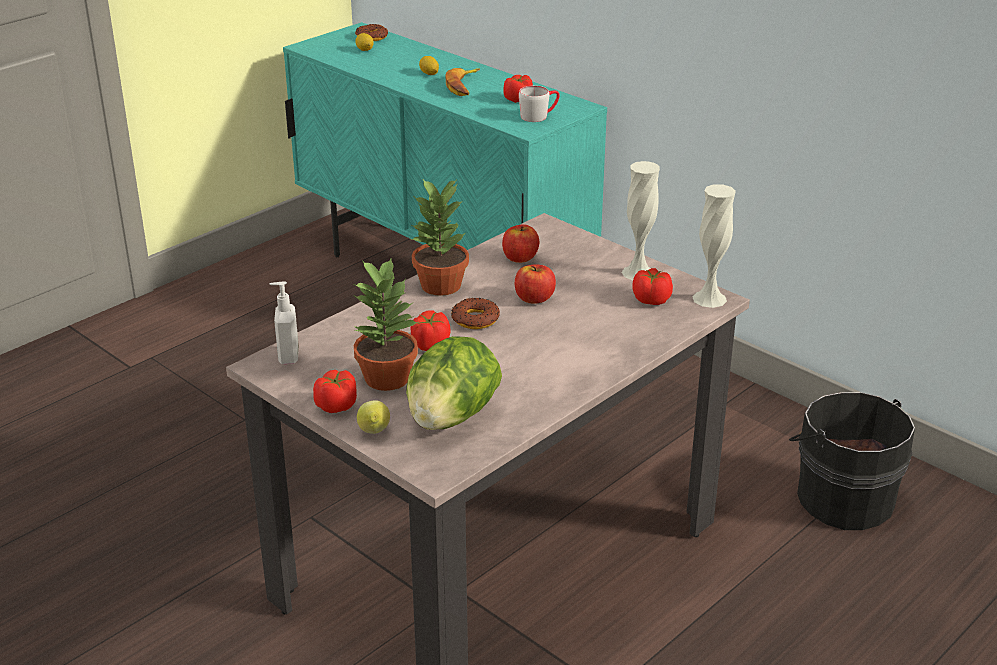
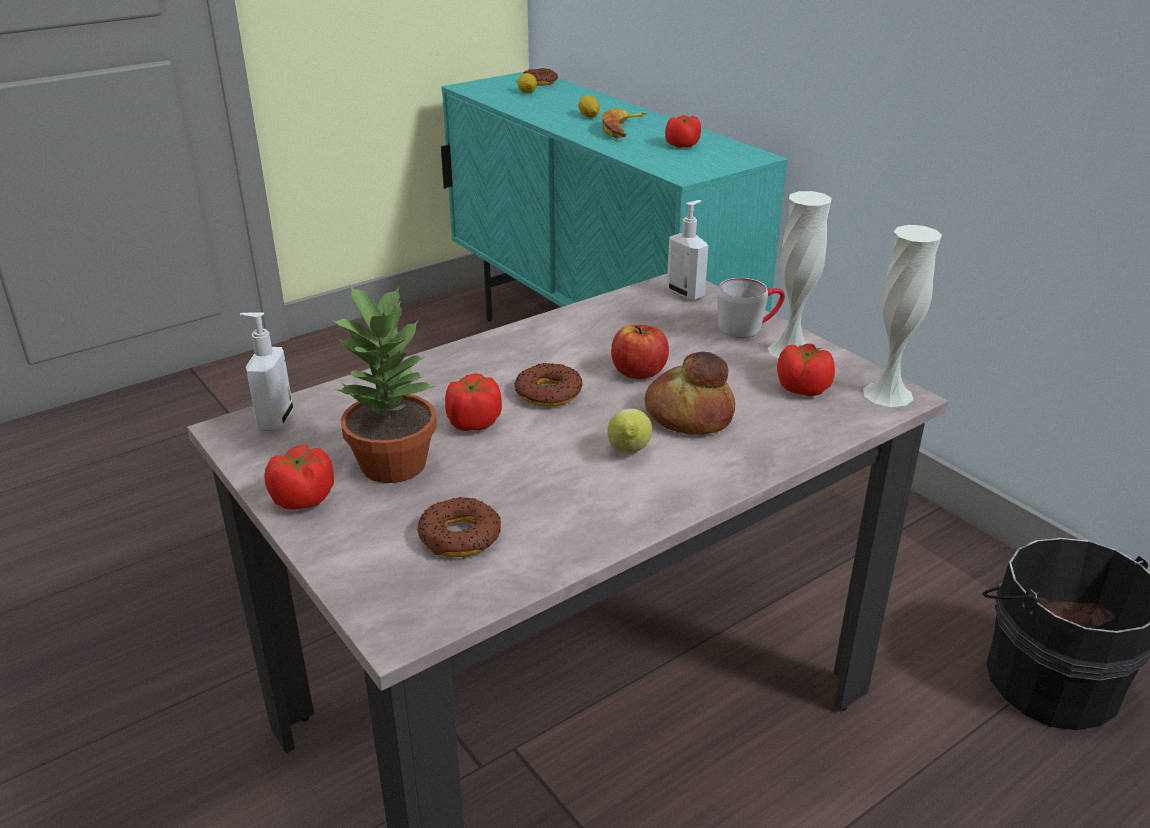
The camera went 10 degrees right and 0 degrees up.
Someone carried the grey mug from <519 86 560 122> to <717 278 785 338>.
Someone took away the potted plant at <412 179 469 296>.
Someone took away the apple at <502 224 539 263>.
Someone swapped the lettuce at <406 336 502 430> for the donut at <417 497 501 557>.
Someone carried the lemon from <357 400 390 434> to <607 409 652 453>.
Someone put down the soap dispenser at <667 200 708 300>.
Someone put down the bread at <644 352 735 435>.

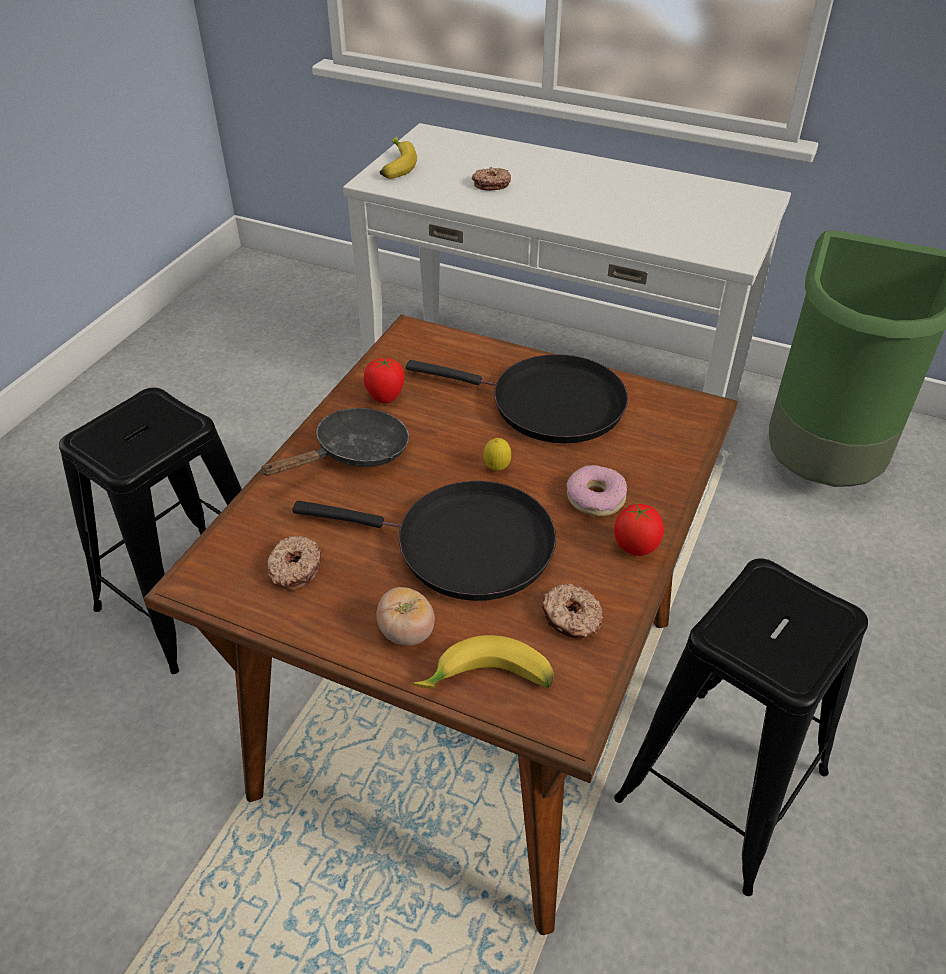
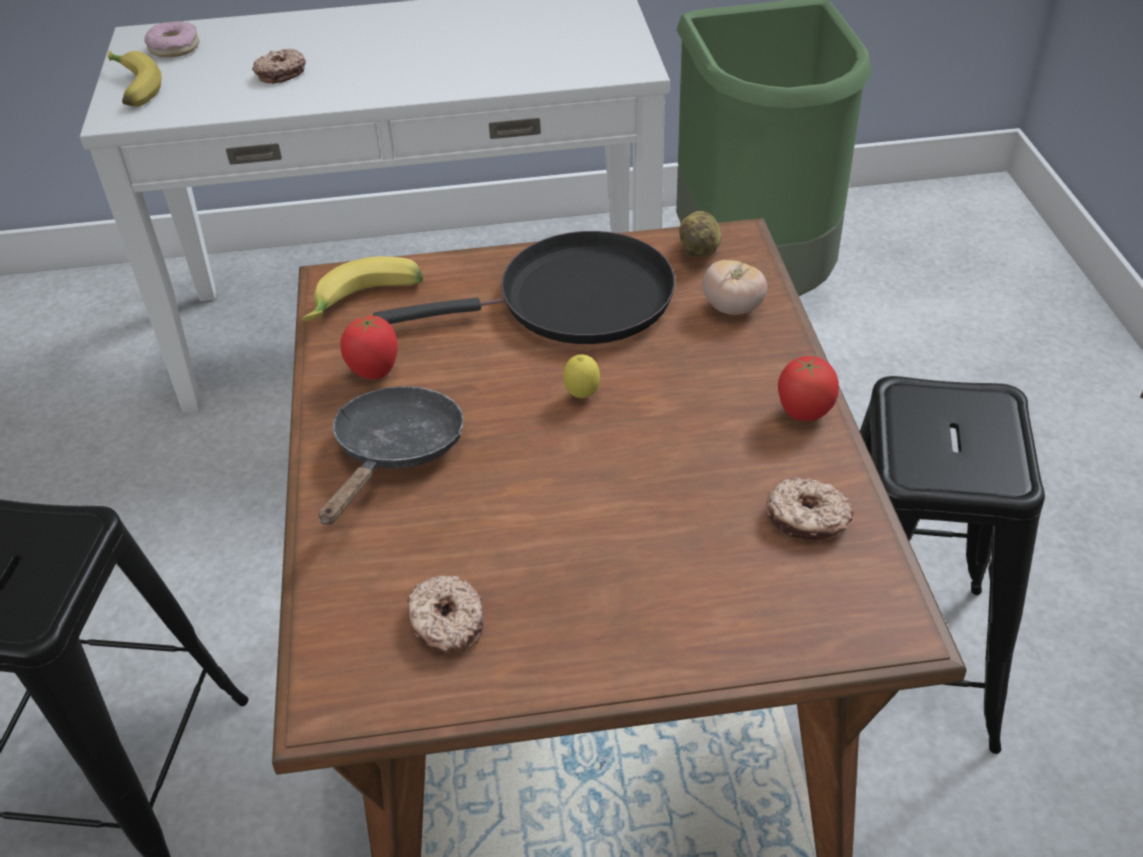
The camera went 30 degrees left and 0 degrees up.
Someone carried the donut from <567 465 627 517> to <144 21 199 57>.
Someone took away the black frying pan at <292 481 556 601>.
Someone carried the tomato from <376 587 435 646> to <702 260 767 315>.
Someone carried the banana from <412 635 554 688> to <302 256 423 321>.
Someone put down the potato at <679 211 722 258>.

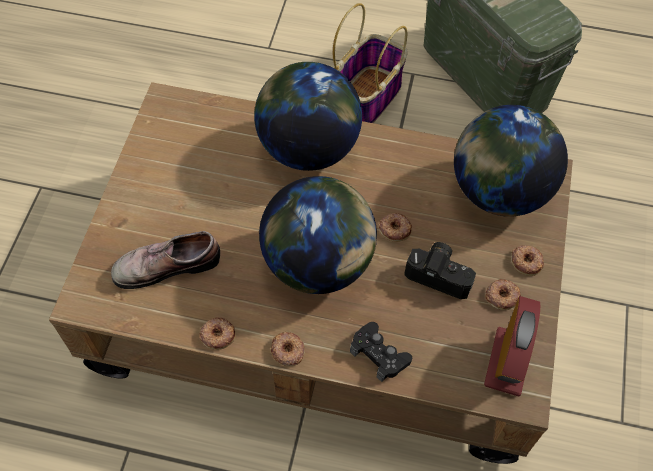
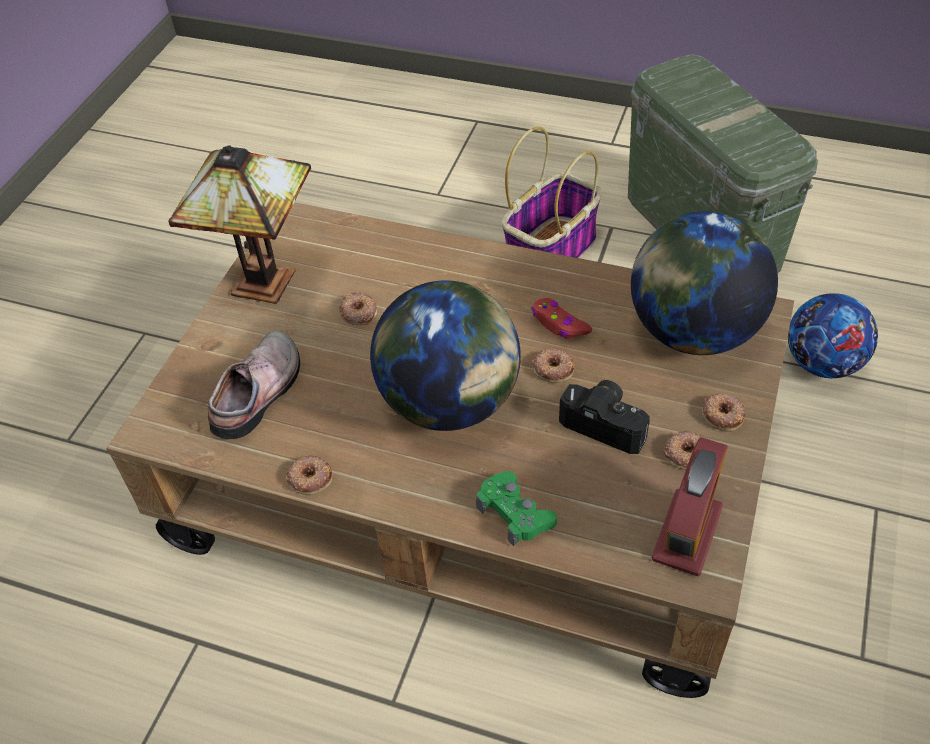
The camera went 10 degrees right and 10 degrees down.
Someone took away the globe at <254 62 362 171>.
Someone rotated the shoe at <111 231 220 289> by 120 degrees clockwise.
Someone repainted the black game controller at <350 322 412 382>, which became the green game controller at <476 471 557 546>.
Someone carried the donut from <271 332 305 366> to <339 291 377 325>.
Someone put down the table lamp at <168 145 311 304>.
Someone put down the football at <788 293 878 378>.
Someone put down the red game controller at <531 298 592 339>.

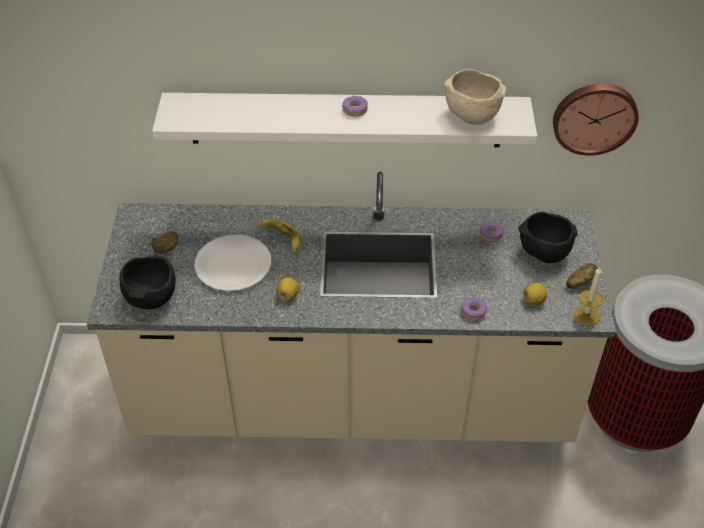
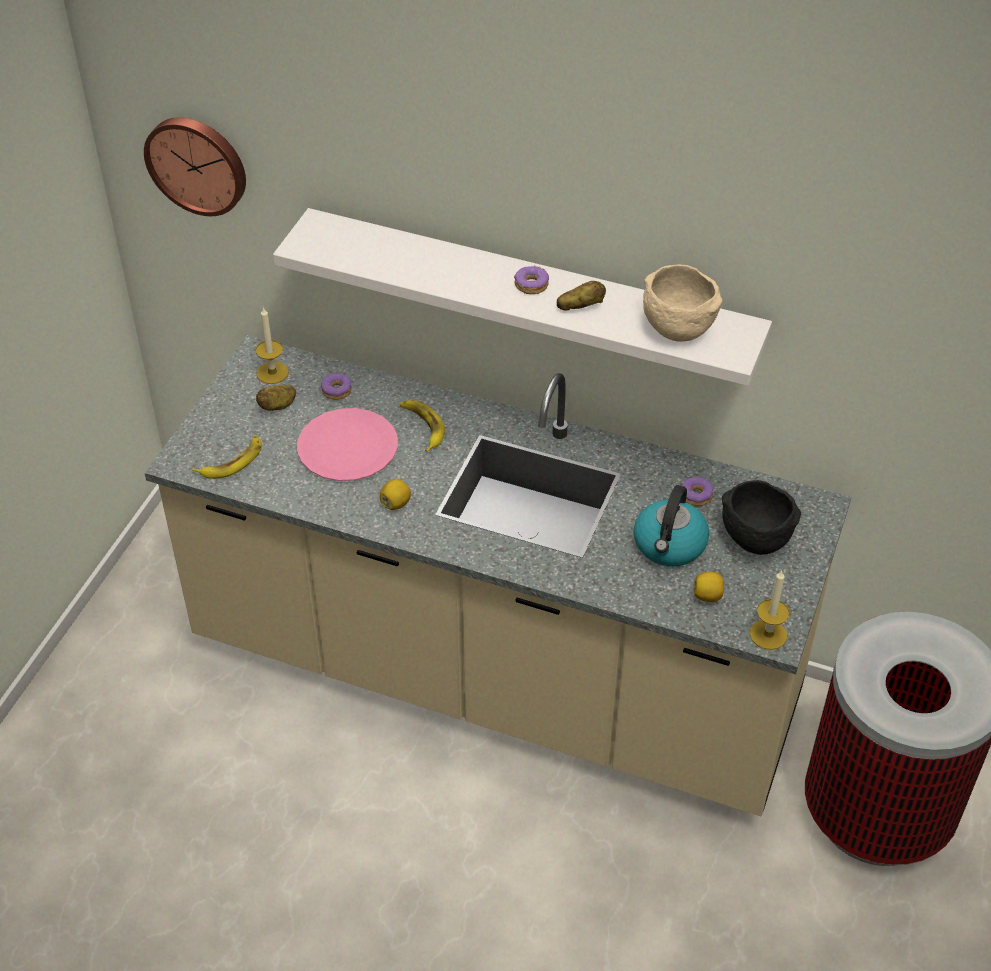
The camera went 20 degrees right and 0 degrees up.
Someone carried the wall clock from <553 84 639 156> to <144 117 246 216>.
Someone repainted the white plate at <195 234 271 291>, which became the pink plate at <297 408 398 481>.
Someone swapped the black bowl at <119 256 176 309> for the banana at <192 435 262 479>.
Someone carried the potato from <566 263 598 289> to <556 281 606 311>.
Someone carried the donut from <462 297 487 320> to <321 373 352 400>.
Someone put down the candle at <255 307 289 384>.
Someone put down the kettle at <634 485 709 566>.

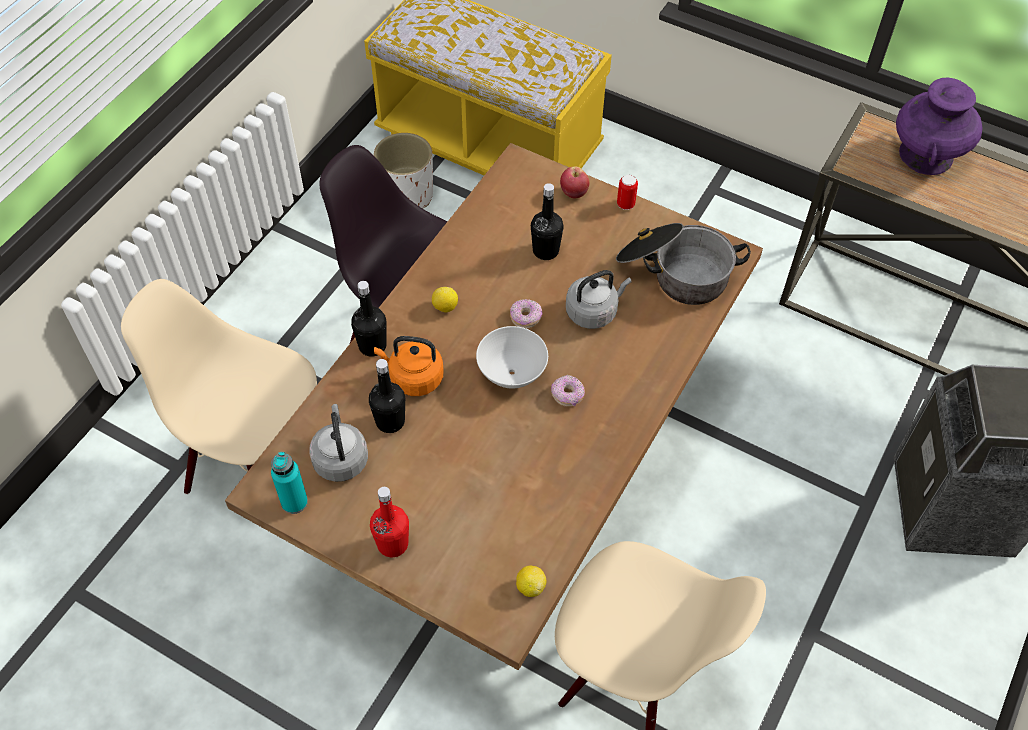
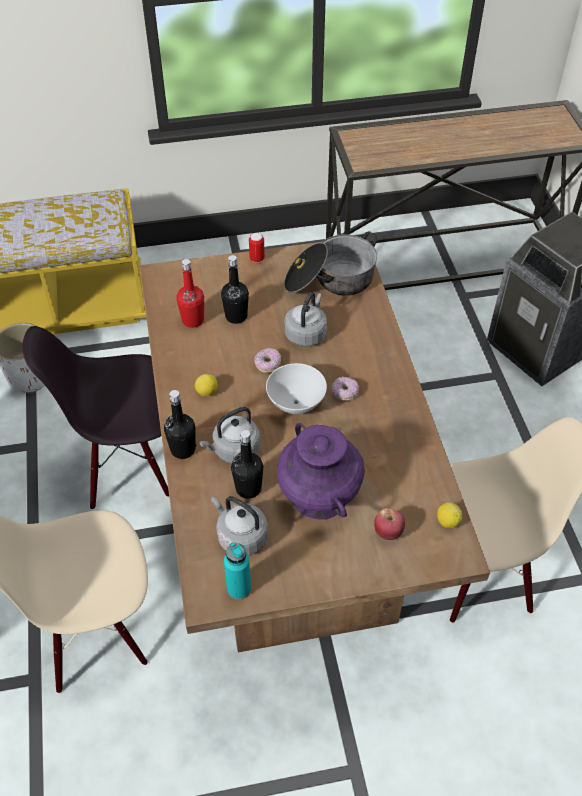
The camera went 40 degrees left and 5 degrees down.
Someone carried the purple vase from <896 77 983 175> to <277 423 365 520>.
Someone carried the apple from <560 166 589 199> to <374 508 405 540>.
Someone repainted the orange kettle at <374 336 444 396>, which became the grey kettle at <199 407 260 463>.
Someone carried the red bottle from <370 487 409 557> to <176 259 204 328>.

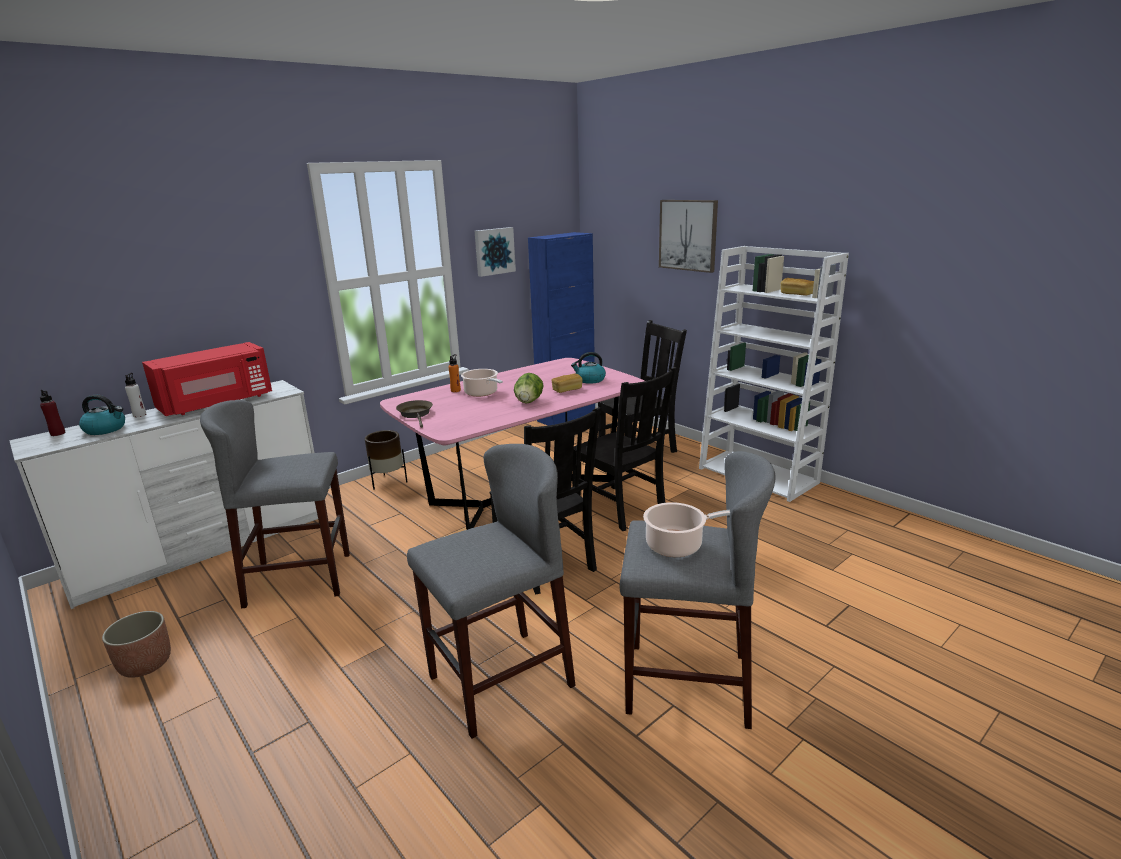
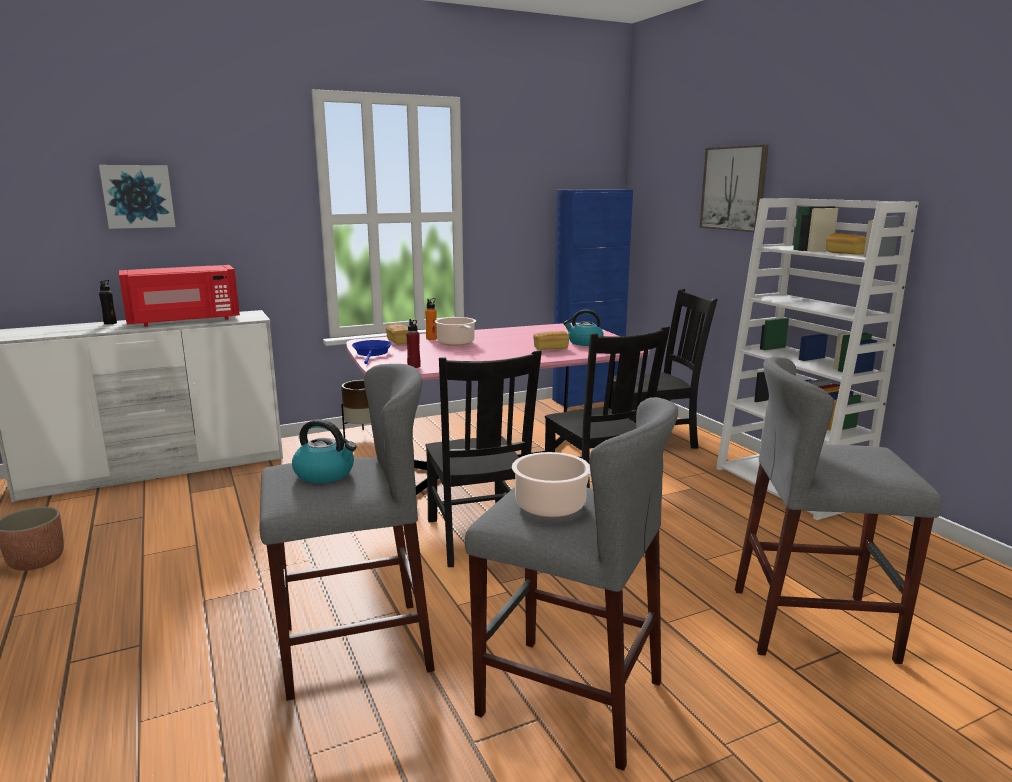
The camera went 15 degrees right and 5 degrees down.
Someone carried the picture from <475 227 516 277> to <99 165 176 229>.
Someone repainted the white bottle at <125 373 146 417>, which became the black bottle at <99 280 117 324>.
Someone took away the lettuce at <514 373 544 404>.
Someone carried the red bottle from <40 390 65 436> to <406 319 421 368>.
Someone carried the kettle from <79 395 125 435> to <292 419 357 483>.
Someone carried the grey stool from <200 400 350 608> to <735 356 942 664>.
Someone repainted the brown frying pan at <396 400 433 428>, which became the blue frying pan at <352 340 392 364>.
Someone put down the bread at <386 323 408 344>.

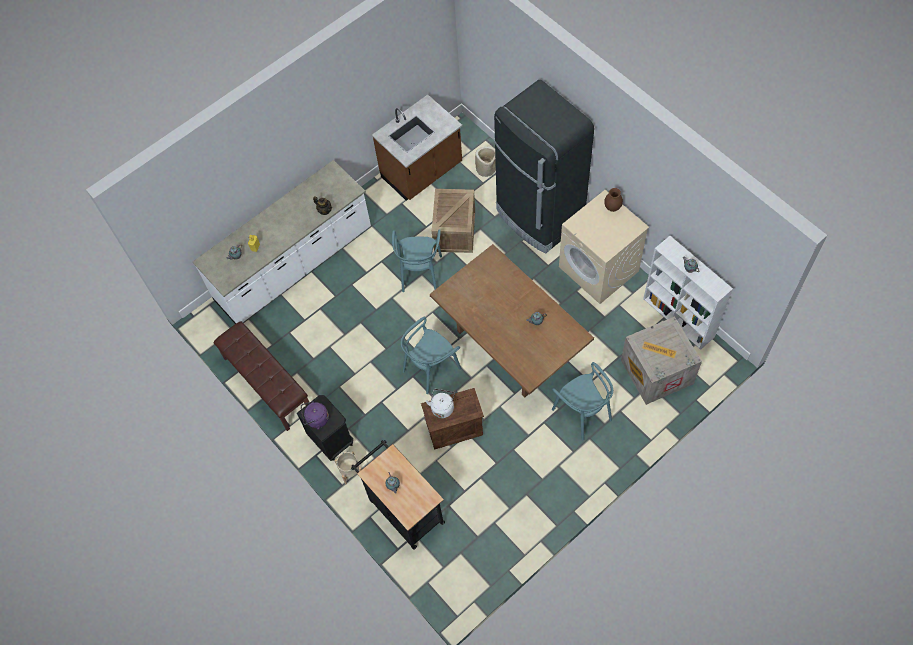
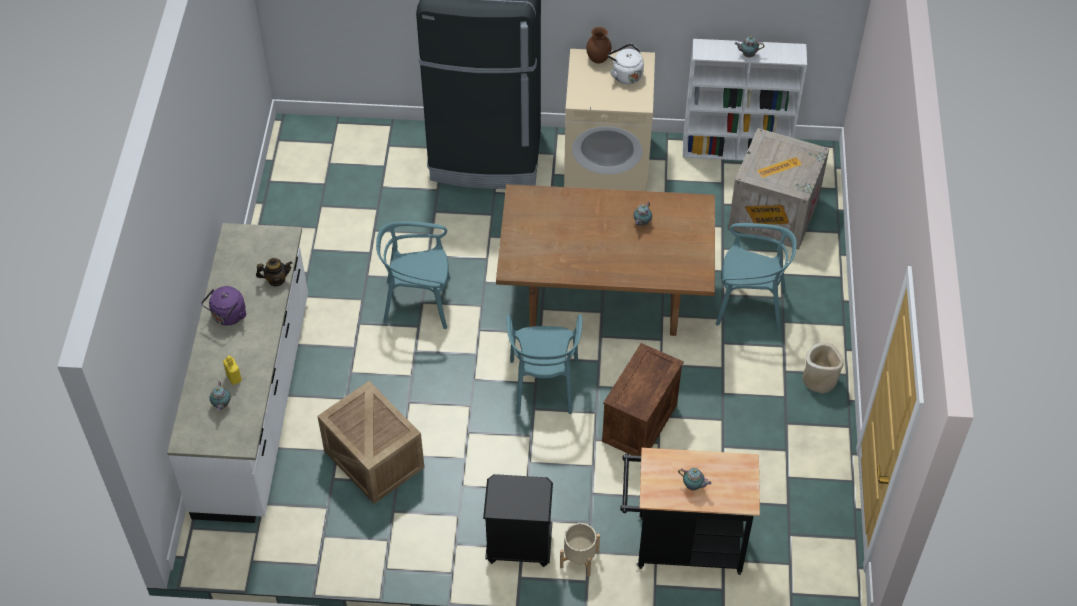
The camera went 50 degrees left and 10 degrees down.
Someone took away the brown counter at <372 95 462 200>.
Someone carried the beige planter from <475 147 496 177> to <802 342 844 393>.
Someone carried the crate from <432 189 475 253> to <317 381 424 504>.
Someone rotated the turquoise chair at <392 230 442 292> by 135 degrees clockwise.
Someone took away the brown bench at <213 321 309 431>.
Someone carried the white kettle from <425 389 455 418> to <608 44 644 84>.
Someone carried the purple kettle from <301 401 329 430> to <201 286 246 325>.

